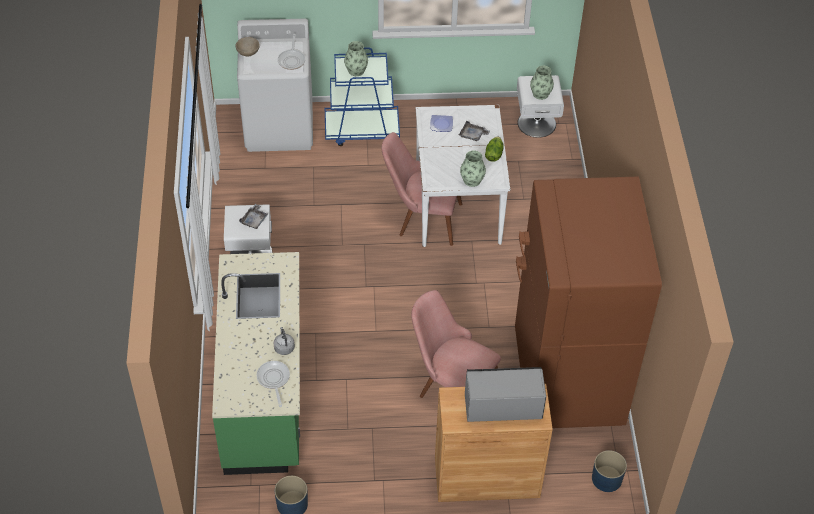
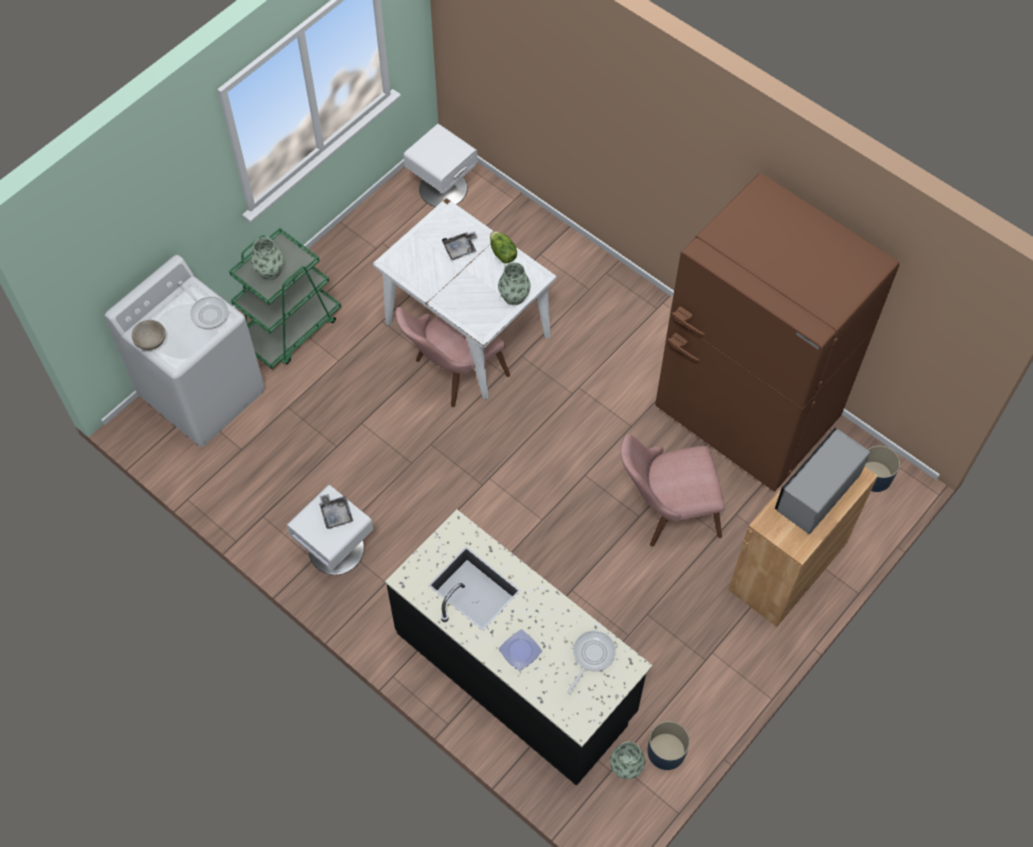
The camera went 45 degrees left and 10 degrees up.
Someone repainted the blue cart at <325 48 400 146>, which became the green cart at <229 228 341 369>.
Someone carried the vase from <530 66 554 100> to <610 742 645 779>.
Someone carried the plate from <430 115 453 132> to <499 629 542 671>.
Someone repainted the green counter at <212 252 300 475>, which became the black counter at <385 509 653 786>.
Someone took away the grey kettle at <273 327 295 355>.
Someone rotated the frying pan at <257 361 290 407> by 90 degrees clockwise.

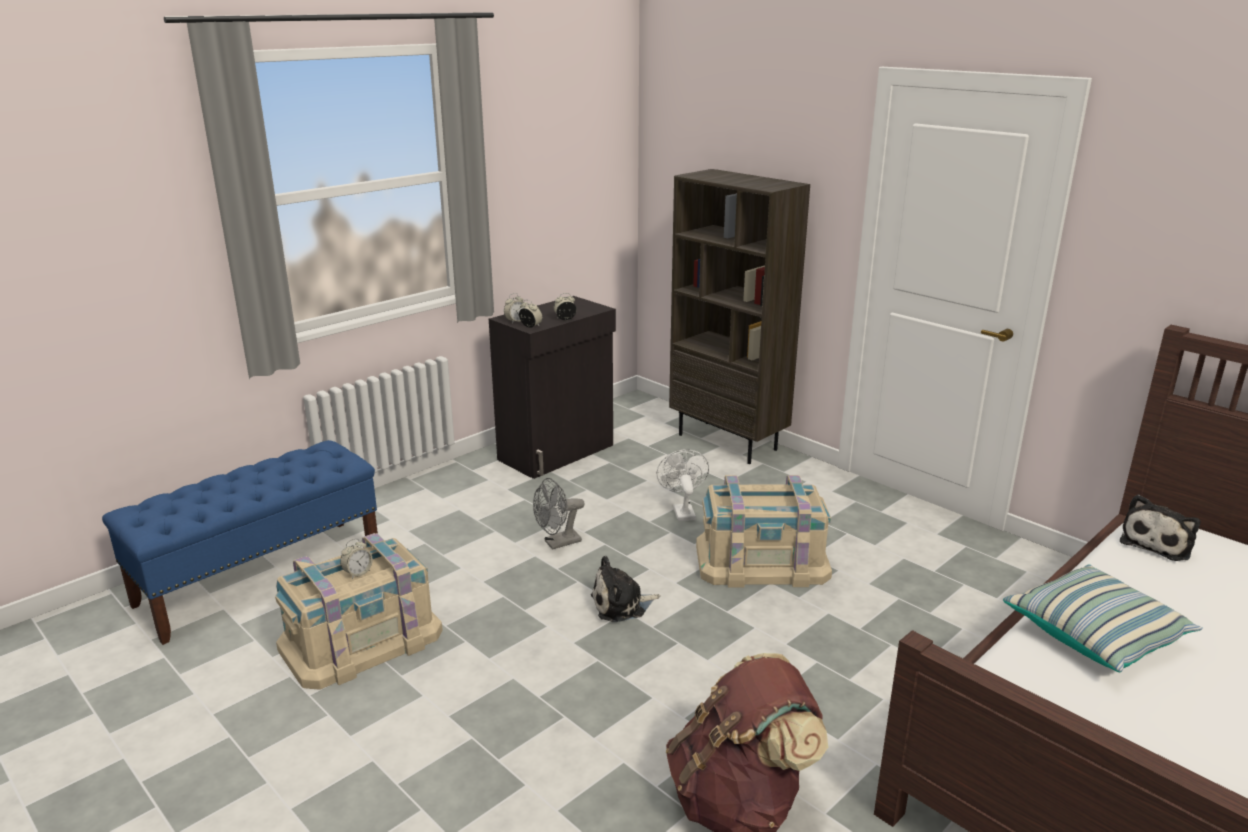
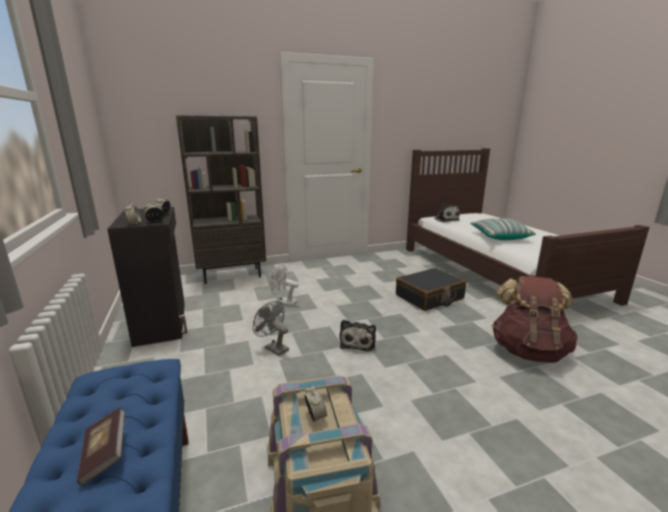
The camera went 65 degrees left and 5 degrees down.
Someone took away the beige storage box at <696 475 832 587>.
Someone rotated the grey fan at <533 478 585 550> by 135 degrees clockwise.
Someone put down the black suitcase at <396 268 466 311>.
Someone put down the book at <77 407 125 485>.

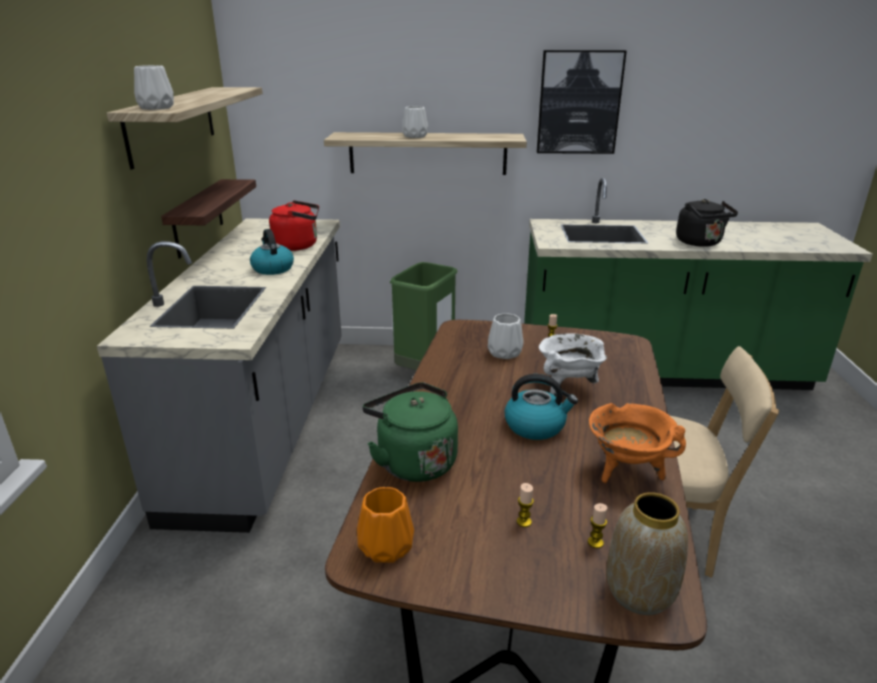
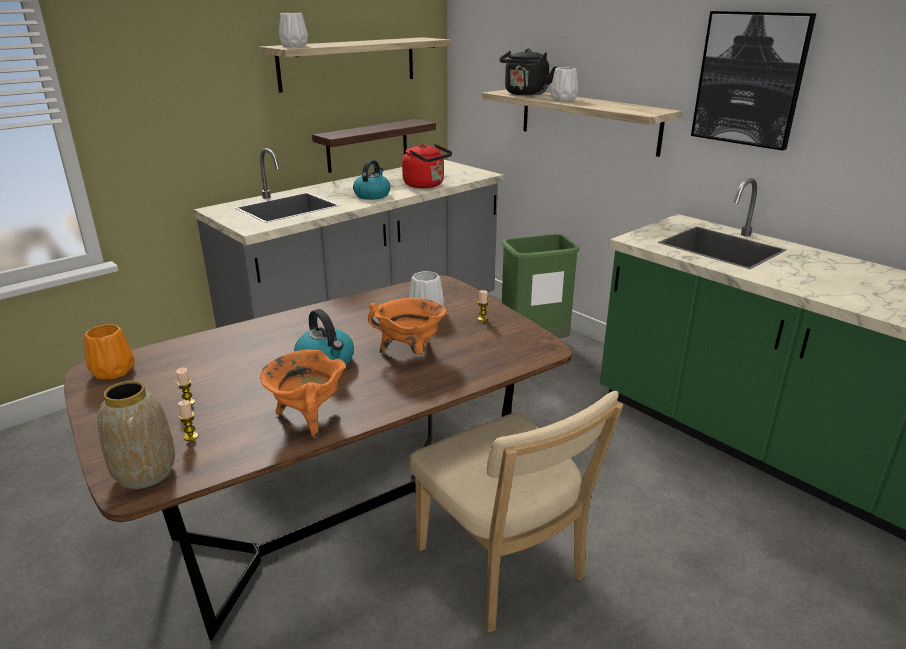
The camera went 45 degrees right and 0 degrees up.
Someone carried the black kettle from <676 199 738 247> to <500 48 558 95>.
Someone repainted the white cooking pot at <539 333 607 396>, which became the orange cooking pot at <368 298 446 354>.
Someone took away the green kettle at <363 382 458 482>.

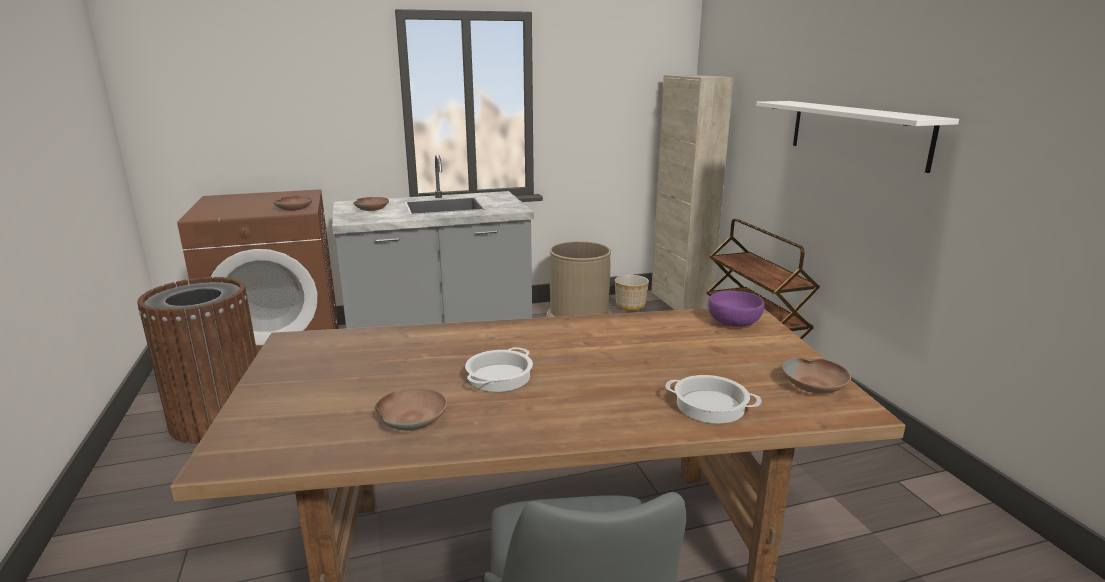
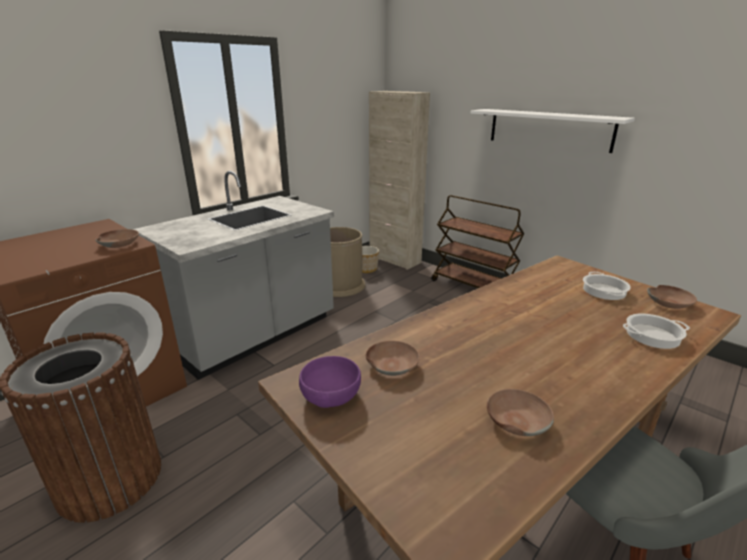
The camera went 30 degrees left and 5 degrees up.
Someone carried the brown bowl from <353 197 389 211> to <366 341 420 376>.
Someone carried the purple bowl from <708 291 765 327> to <299 356 361 408>.
Someone carried the cooking pot from <465 347 533 392> to <583 272 631 300>.

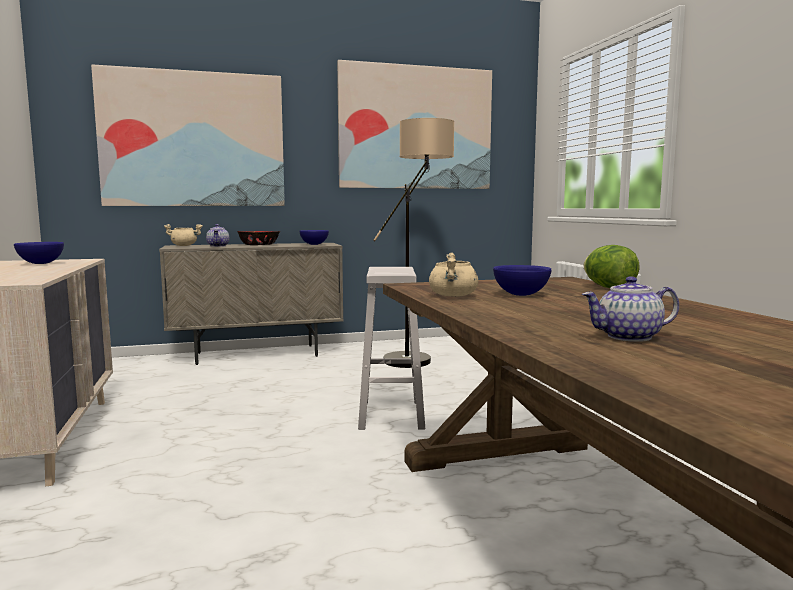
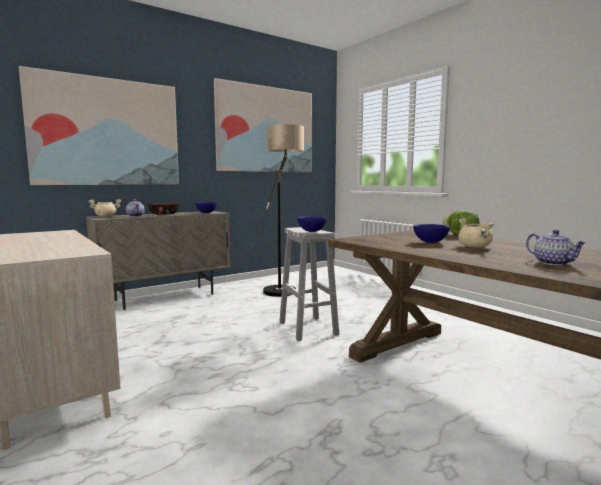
The camera went 20 degrees left and 0 degrees up.
Someone carried the blue bowl from <14 242 64 264> to <297 216 327 232>.
Someone carried the beige cooking pot from <429 252 478 297> to <458 218 494 247>.
Someone rotated the teapot at <582 276 679 342> by 90 degrees counterclockwise.

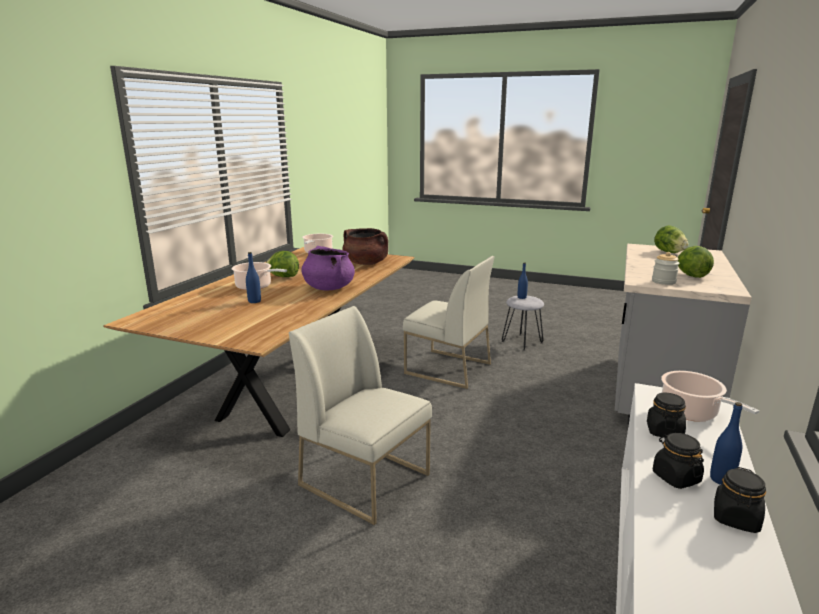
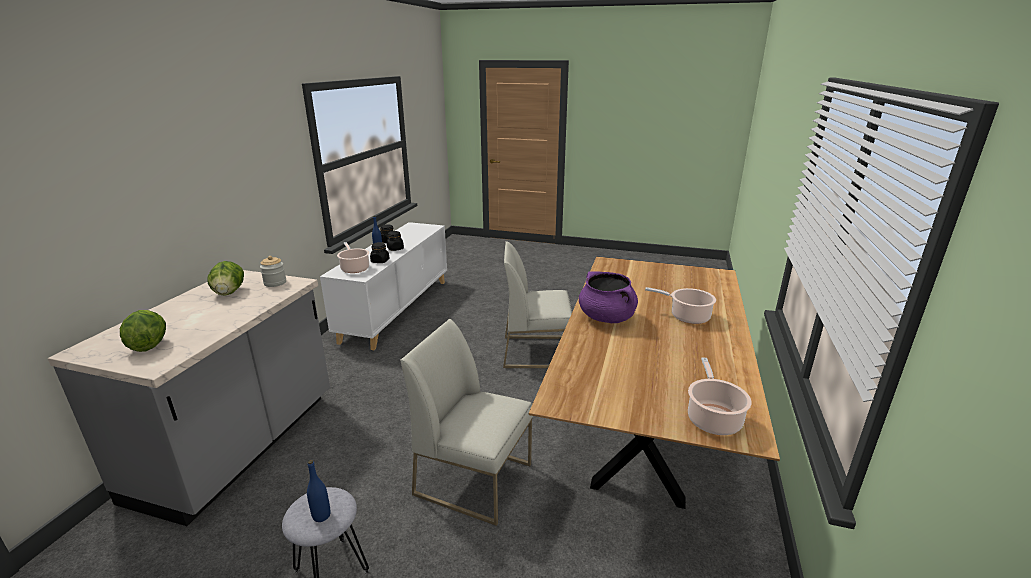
The camera went 175 degrees right and 5 degrees up.
Someone took away the brown cooking pot at <342 228 388 265>.
Someone took away the lettuce at <266 251 299 277>.
Someone took away the blue bottle at <246 252 261 303>.
Someone rotated the white chair at <289 306 432 525> by 150 degrees clockwise.

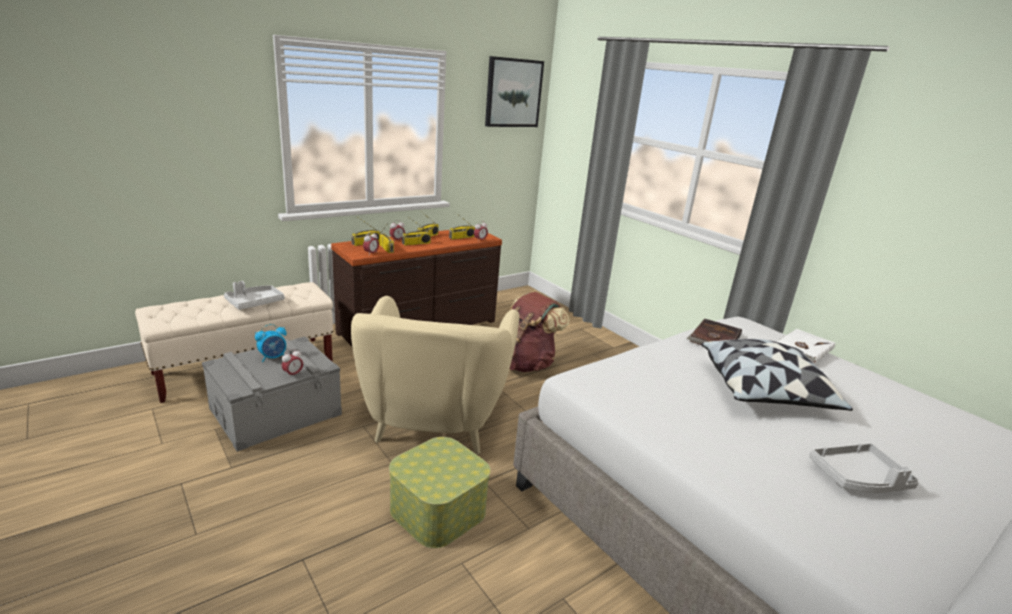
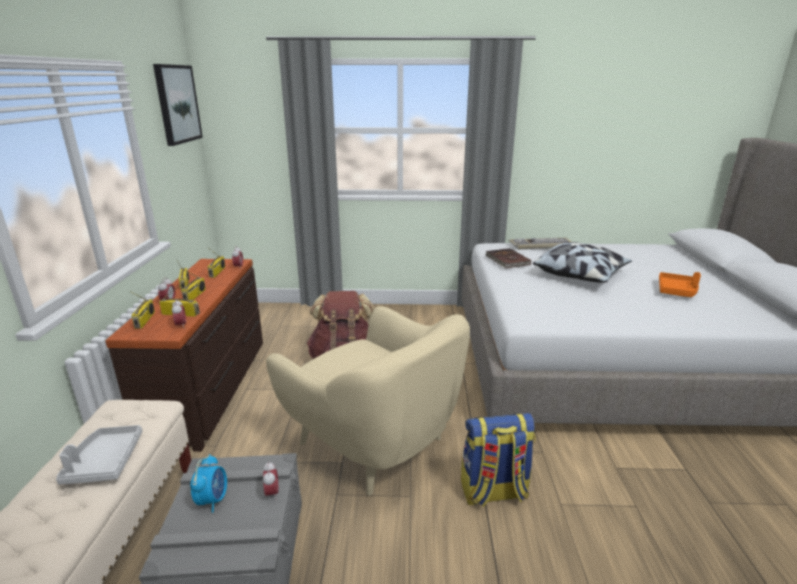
The camera went 50 degrees left and 0 degrees up.
Someone swapped the white book at <776 329 835 364> for the keyboard at <509 238 572 249>.
Someone swapped the storage box at <389 437 490 548> for the backpack at <461 413 536 507>.
Someone repainted the grey tray at <809 443 919 493>, which became the orange tray at <659 272 701 297>.

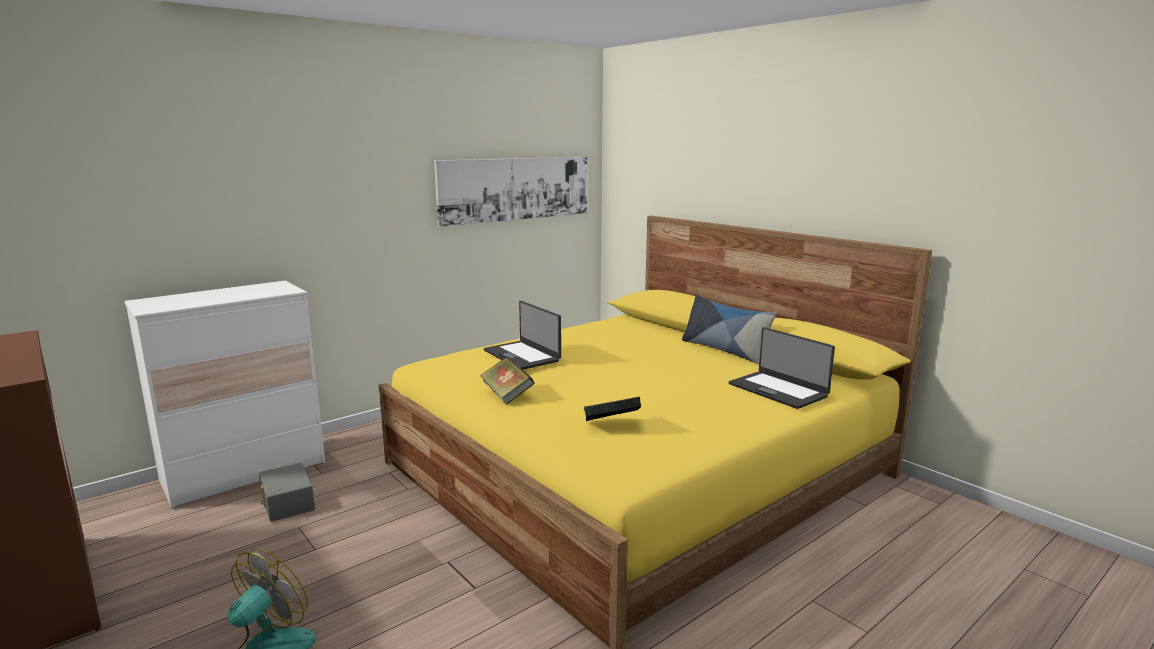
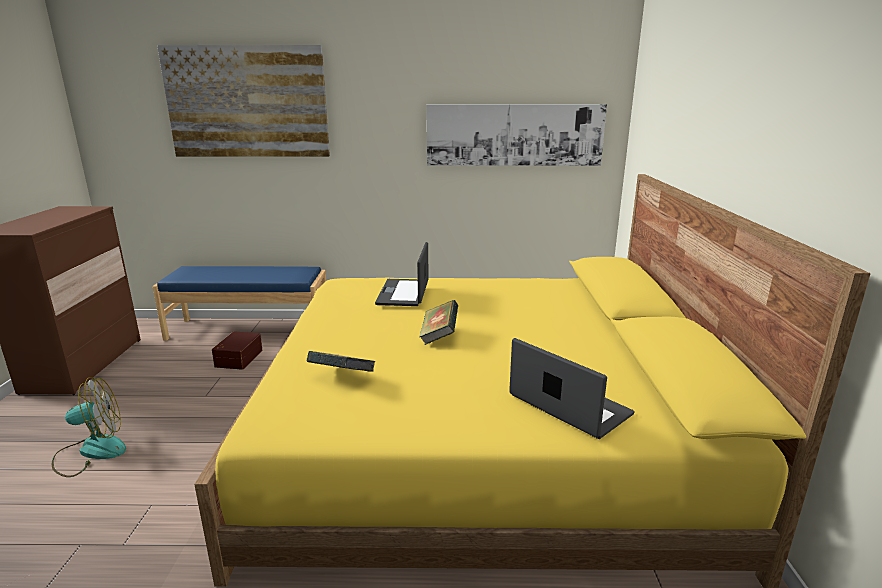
The camera went 40 degrees right and 5 degrees up.
Someone swapped the white dresser at <125 281 325 509> for the blue bench at <152 266 326 341>.
Someone took away the pillow at <682 295 776 365>.
Someone rotated the laptop at <729 327 835 409> by 135 degrees clockwise.
Someone carried the book from <480 357 534 405> to <420 300 458 345>.
Someone repainted the grey storage box at <259 463 315 522>, which became the brown storage box at <212 331 263 370>.
Someone put up the picture at <157 45 330 157>.

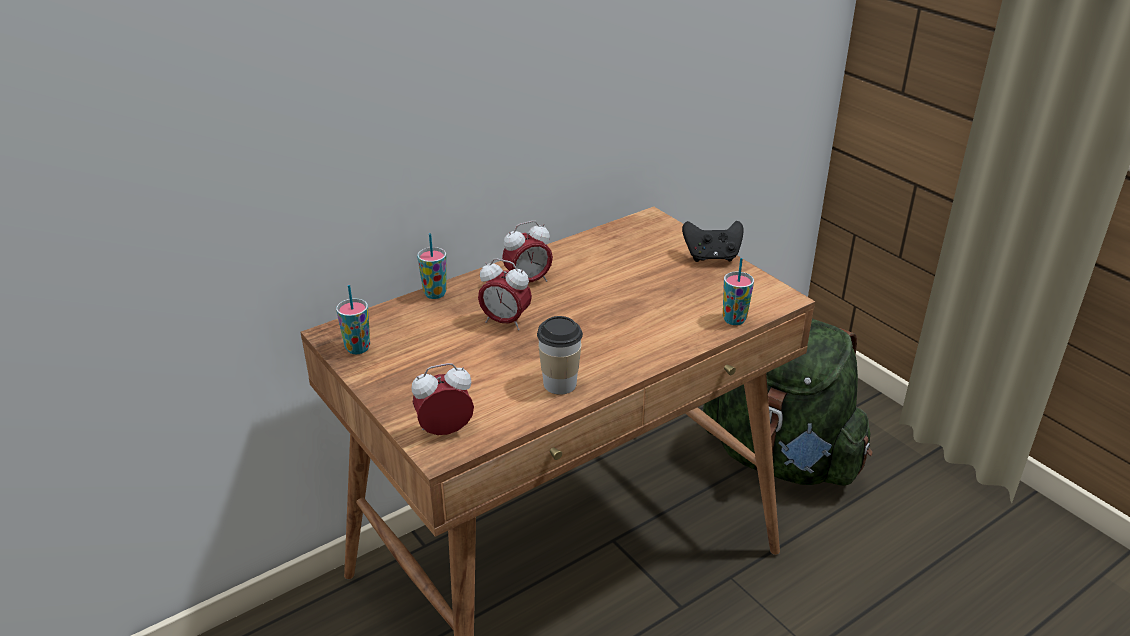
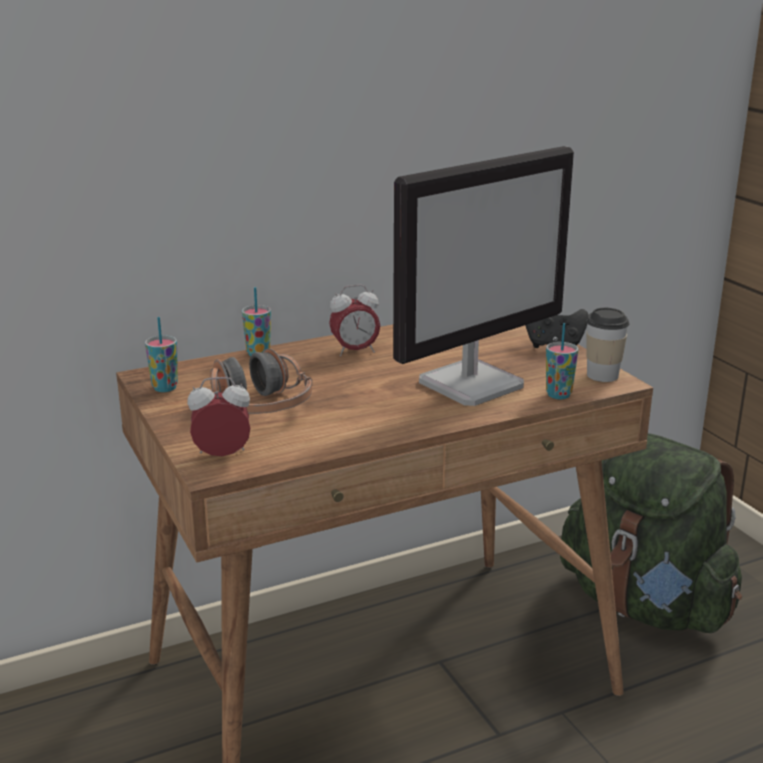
The camera went 10 degrees right and 10 degrees down.
Someone took away the alarm clock at <478 259 532 330>.
Someone carried the cup from <537 316 583 395> to <586 308 629 382>.
Someone put down the monitor at <393 146 574 406>.
Someone put down the headphones at <210 348 312 414>.

